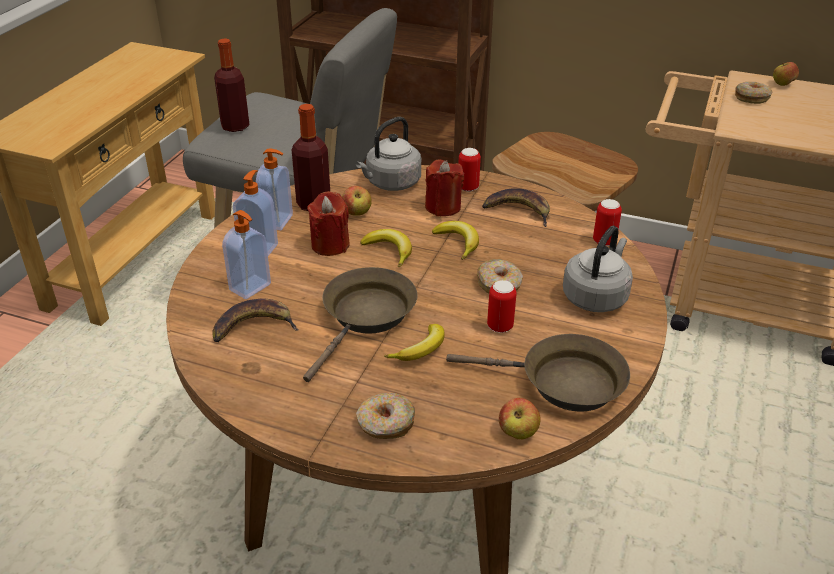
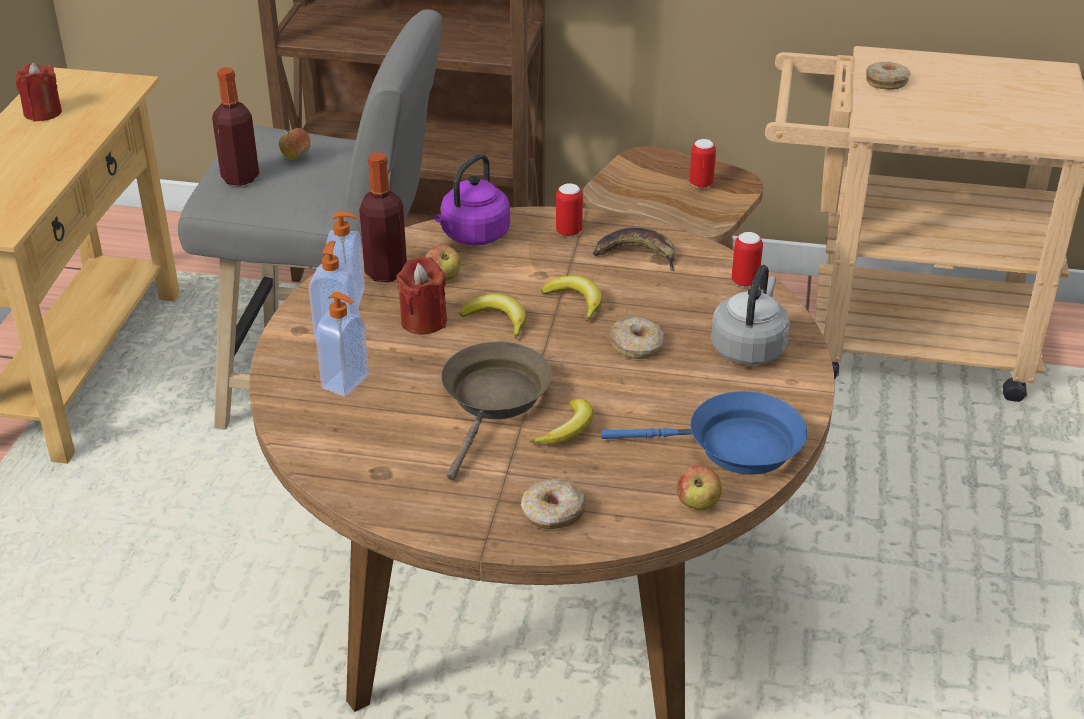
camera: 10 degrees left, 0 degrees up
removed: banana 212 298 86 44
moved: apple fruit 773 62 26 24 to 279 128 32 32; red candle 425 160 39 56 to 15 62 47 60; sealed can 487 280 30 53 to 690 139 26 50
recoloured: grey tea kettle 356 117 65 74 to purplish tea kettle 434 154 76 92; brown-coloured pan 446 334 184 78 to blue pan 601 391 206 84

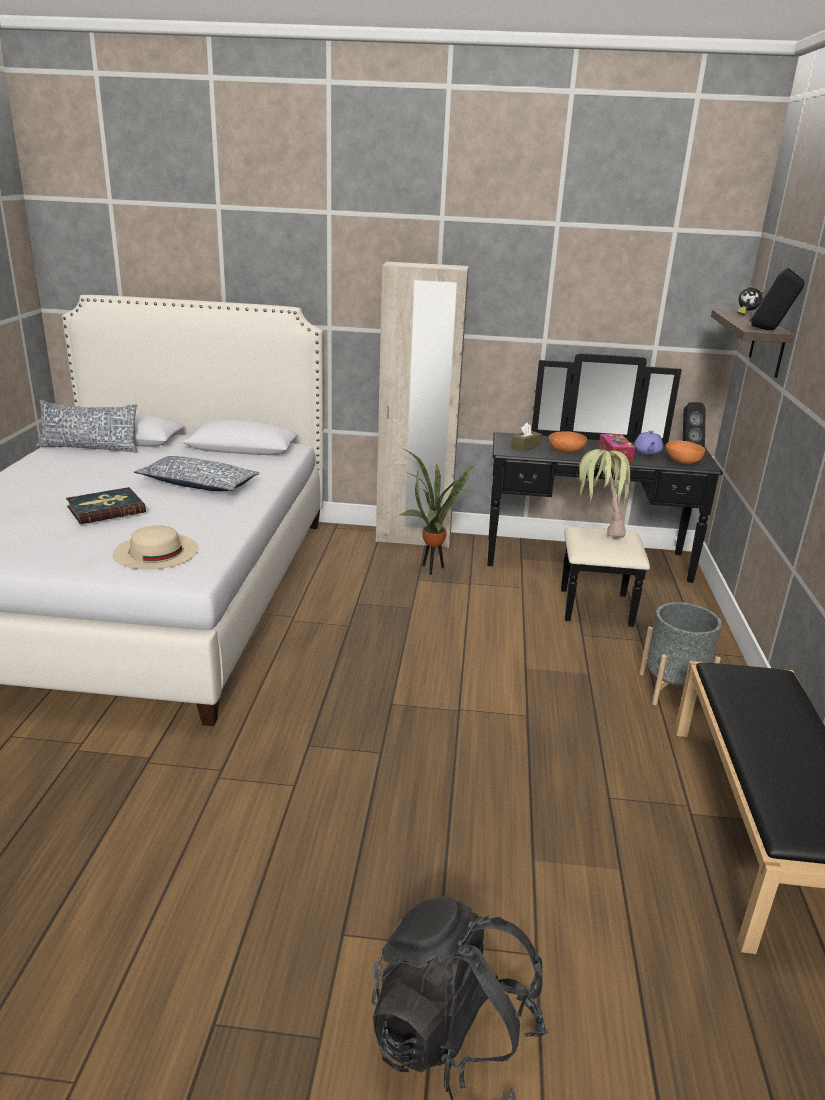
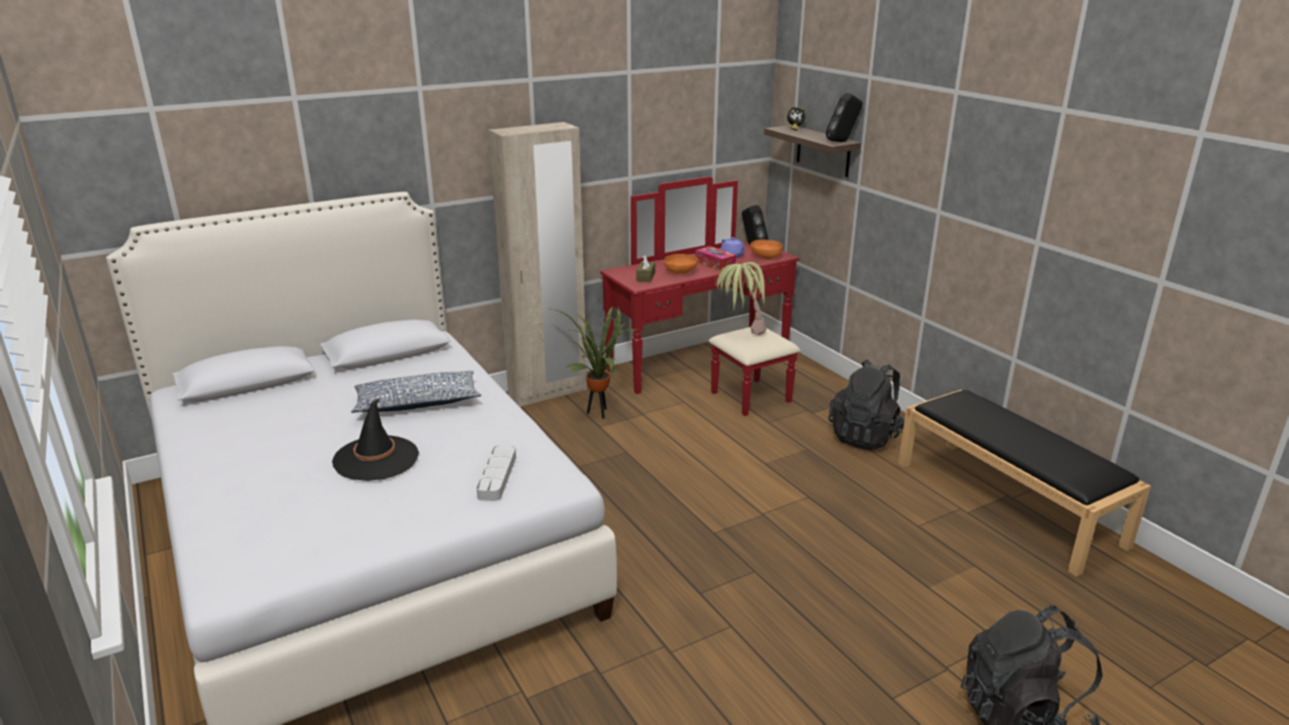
camera: 35 degrees left, 0 degrees up
removed: pillow 36 400 102 52
replaced: bound book 66 487 80 37 to black hat 332 398 87 83; sand-coloured hat 113 525 85 45 to grey serving tray 476 445 40 56; grey flower pot 639 602 83 103 to black rucksack 829 359 76 92
recoloured: black dresser 487 353 236 274 to red dresser 600 176 200 240

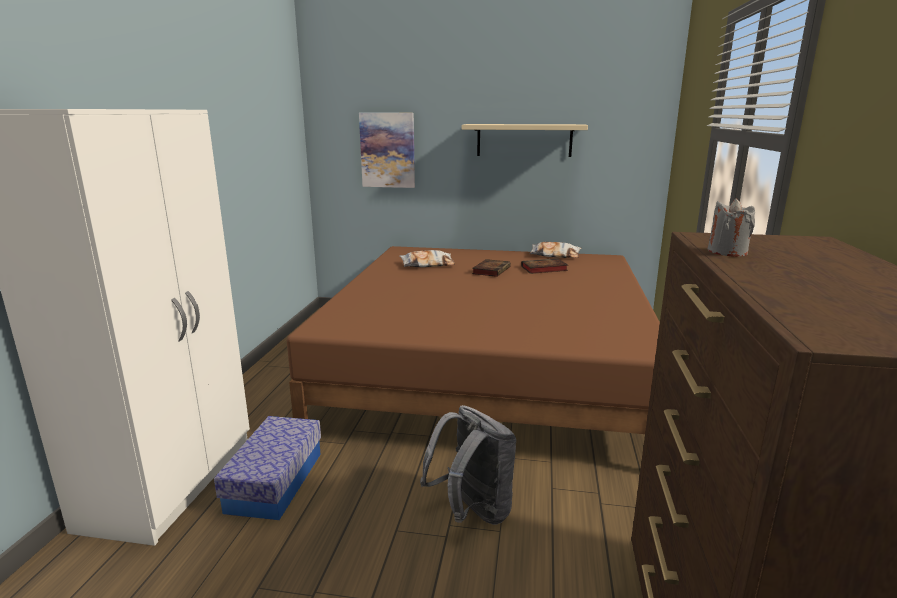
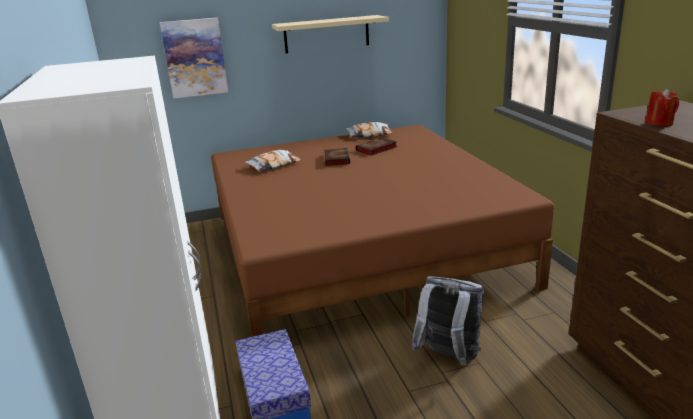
camera: 25 degrees left, 5 degrees up
recoloured: grey candle 707 198 48 59 to red candle 646 88 33 39

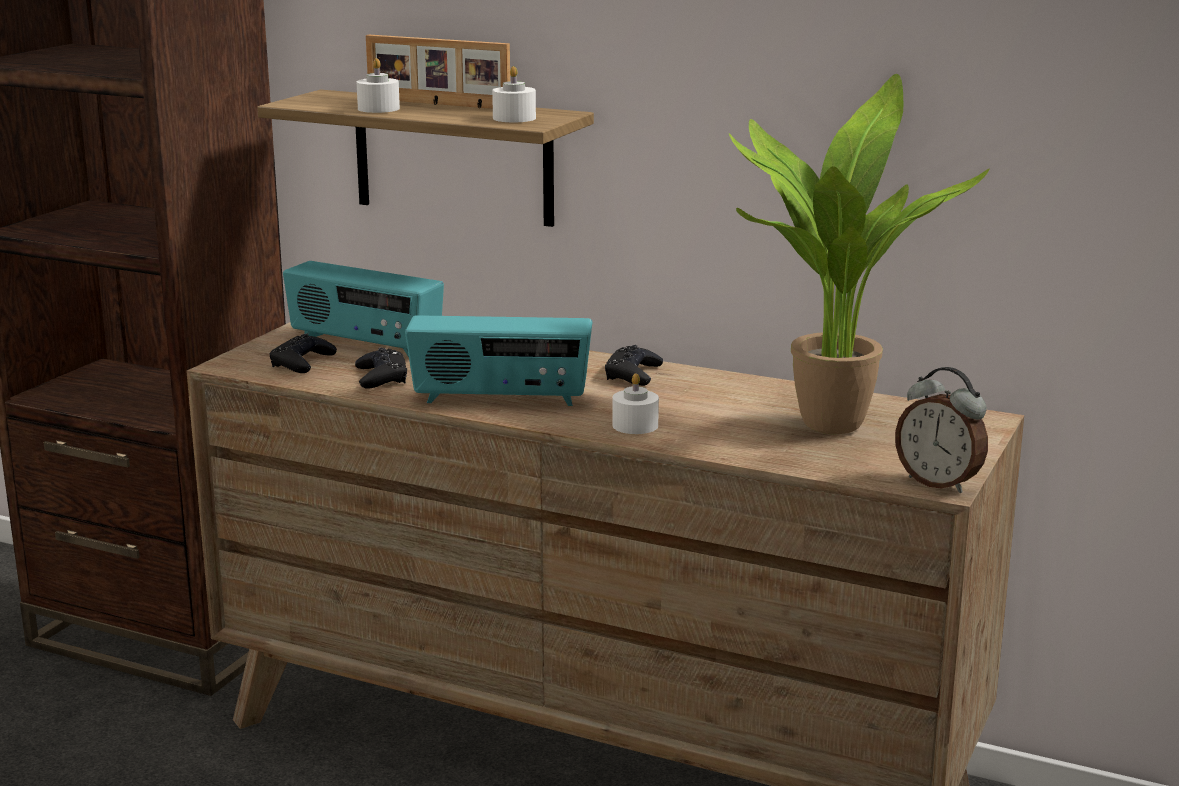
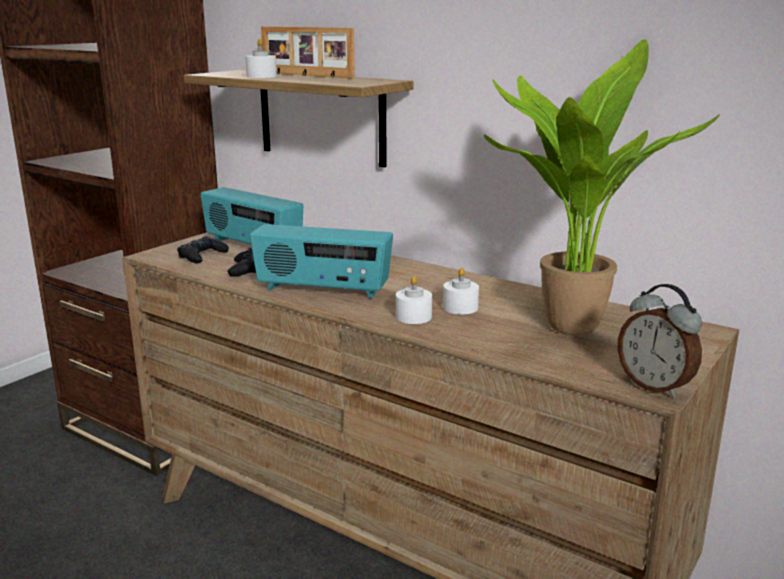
camera: 10 degrees right, 0 degrees up
removed: black game controller 605 345 58 41
moved: white-coloured candle 492 66 44 56 to 443 268 36 46

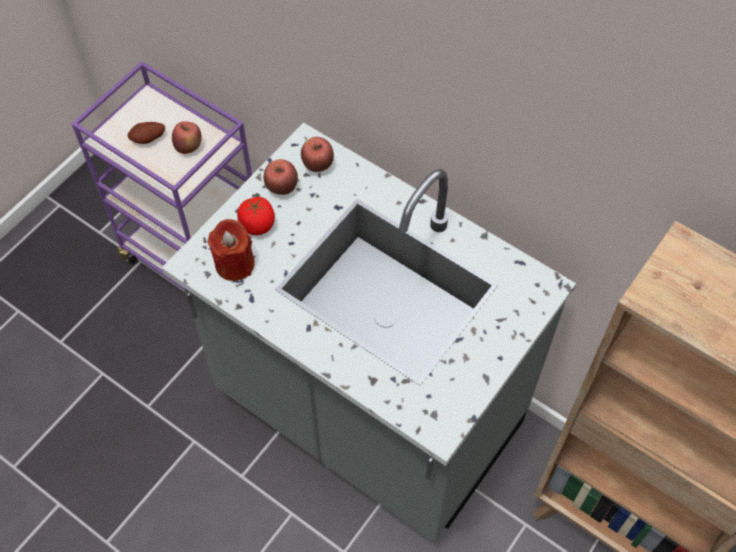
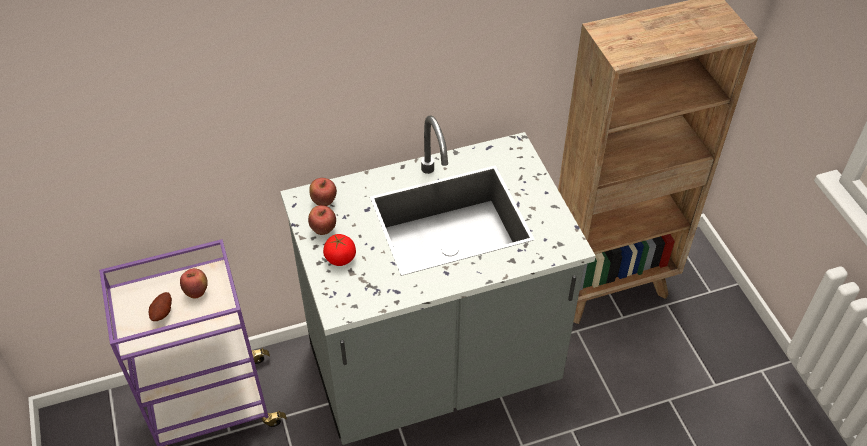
camera: 55 degrees left, 10 degrees down
removed: red candle 208 219 47 62

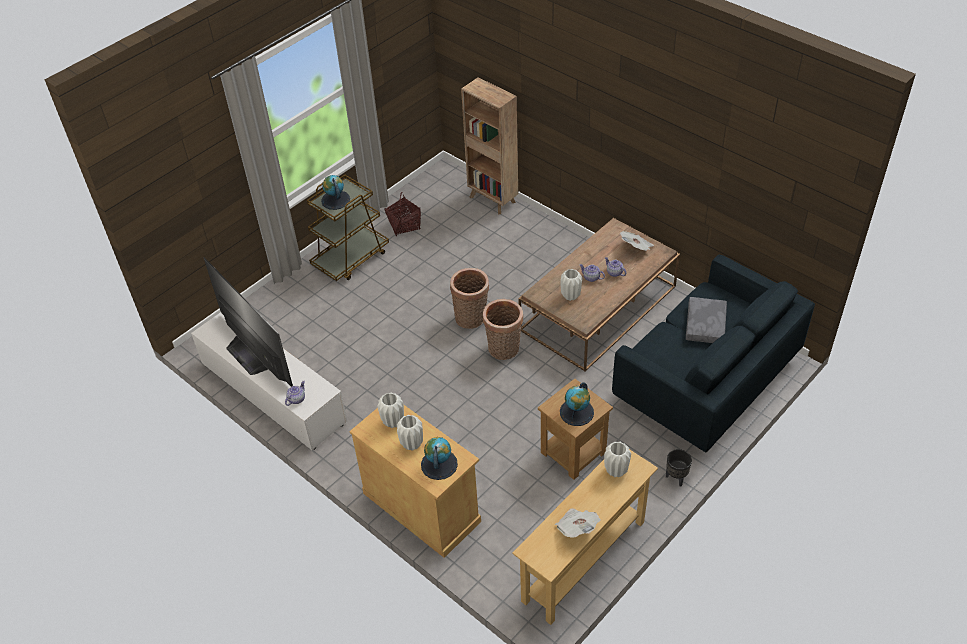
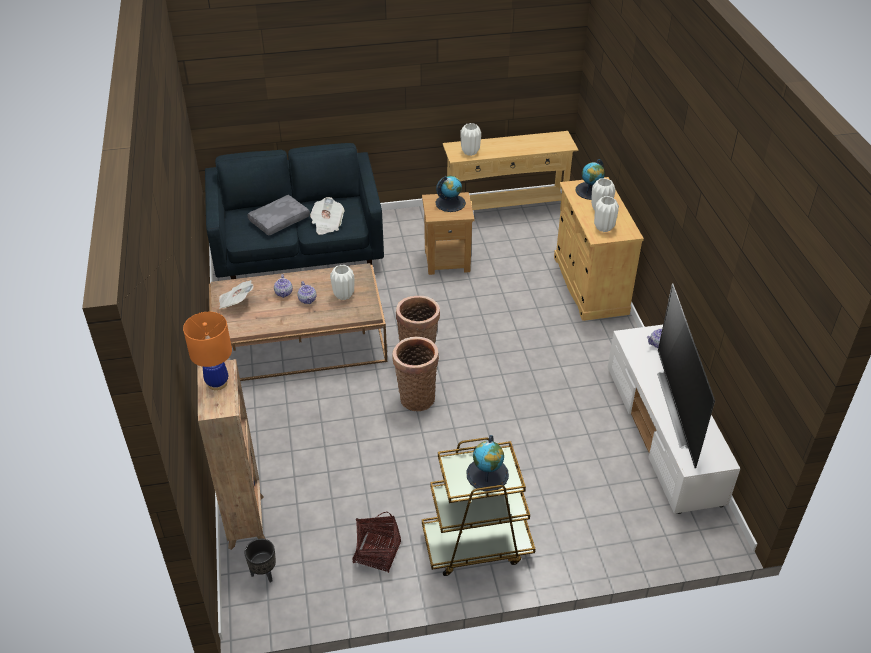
camera: 145 degrees left, 5 degrees down
added: orange tabletop lamp 183 312 49 78
moved: black flower pot 666 449 26 37 to 245 538 31 44; printed paper 555 508 46 30 to 310 197 34 38

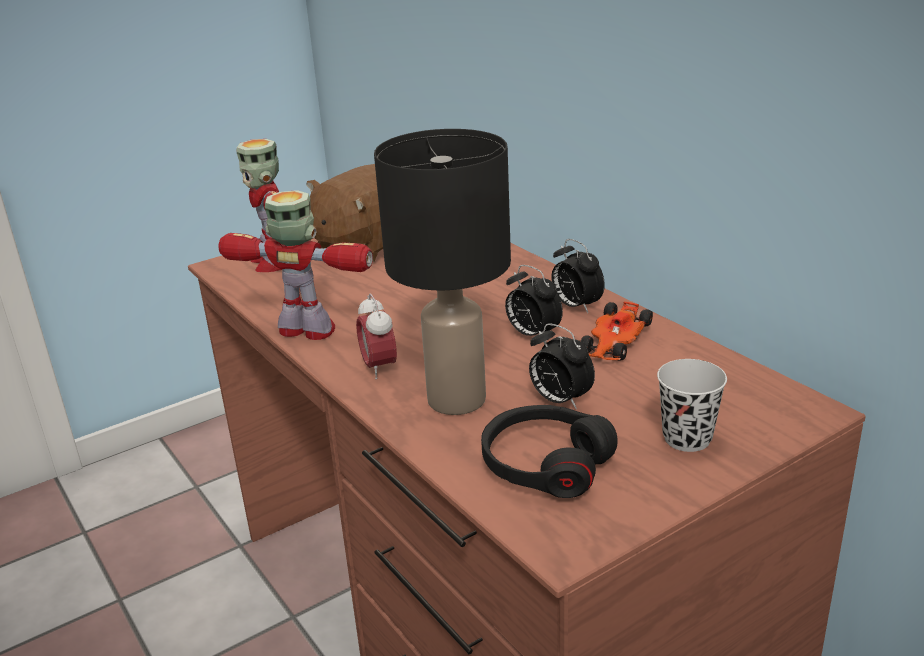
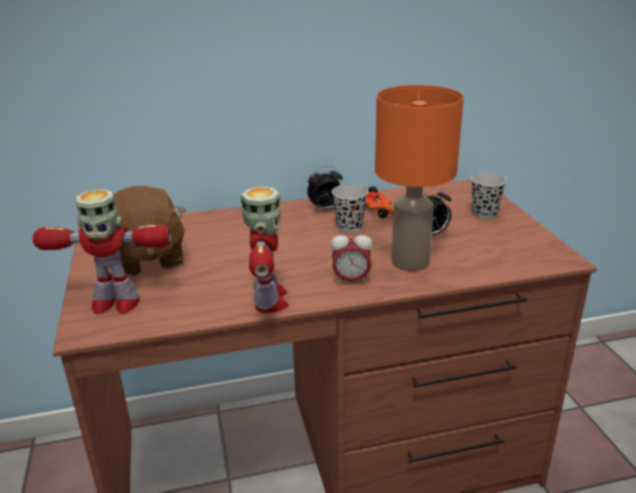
camera: 70 degrees left, 0 degrees up
removed: black pair of headphones 481 405 136 93
replaced: alarm clock 505 265 58 77 to black small cup 332 184 36 49
recoloured: black tabletop lamp 374 129 137 286 to orange tabletop lamp 375 85 89 186
turned: toy robot 218 190 155 150 = 241 187 48 126 135 degrees clockwise

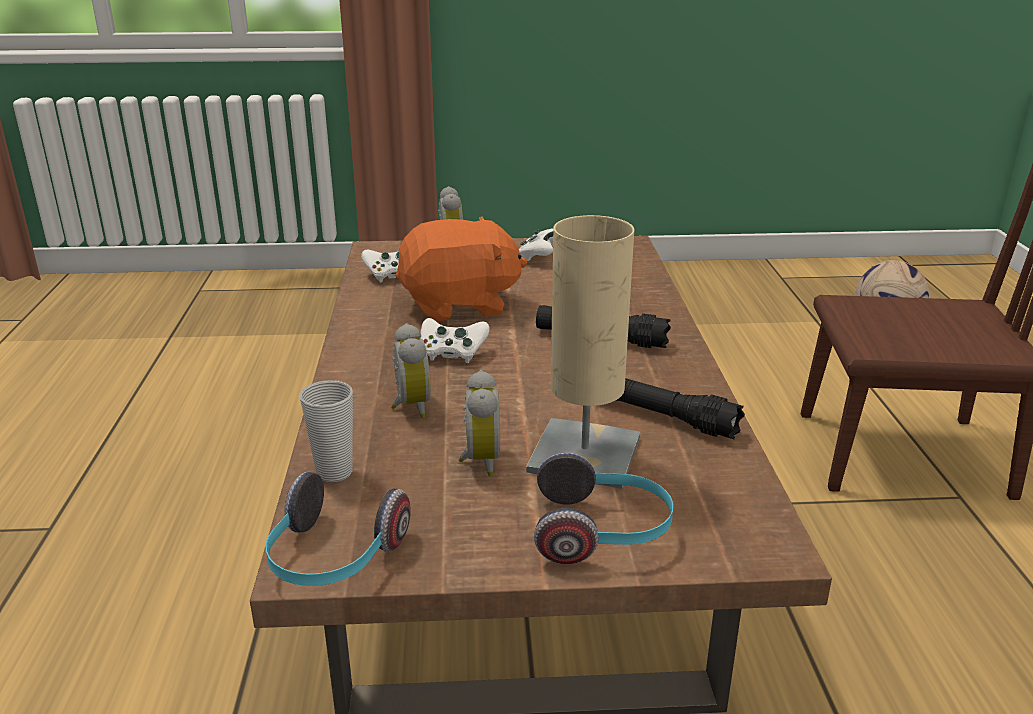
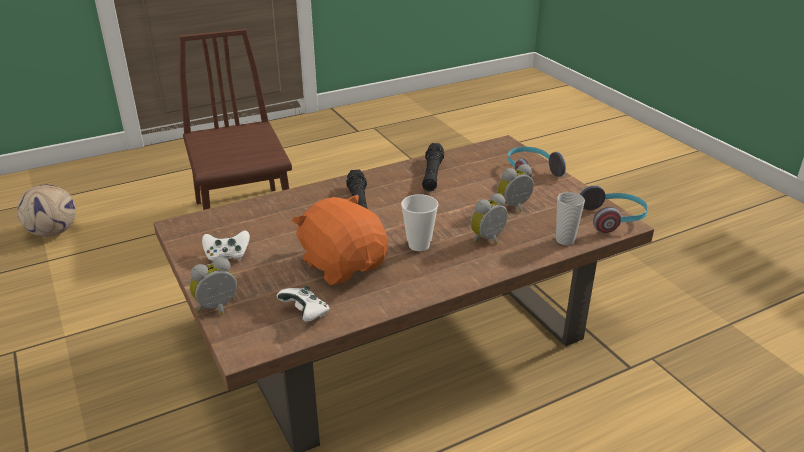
camera: 115 degrees left, 5 degrees up
removed: sand-coloured tabletop lamp 526 215 114 274
replaced: white-coloured game controller 421 318 69 45 to small cup 401 194 38 57

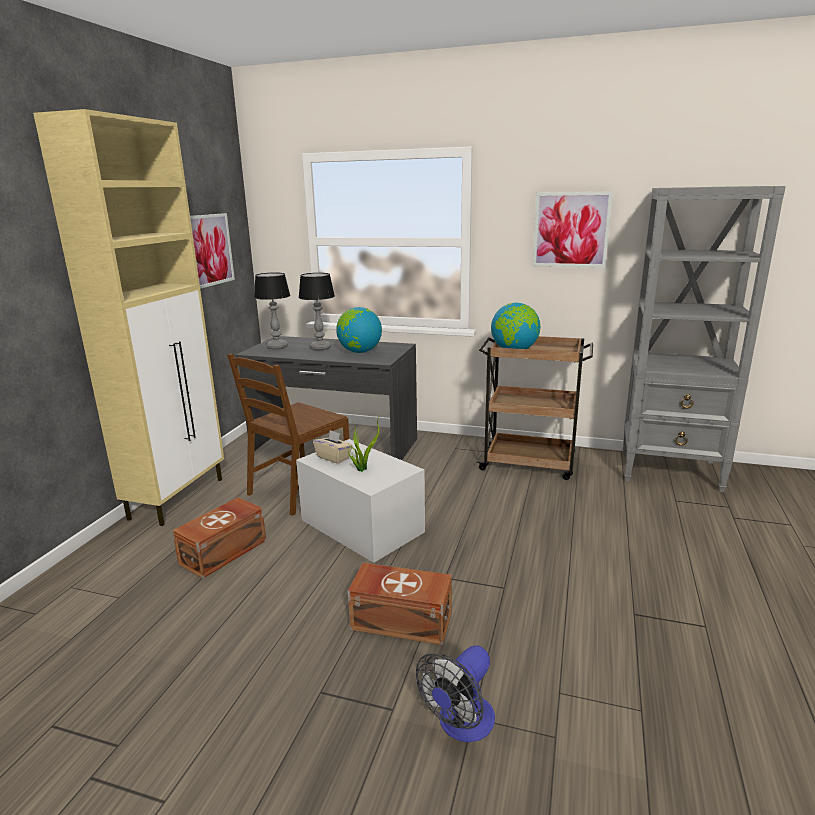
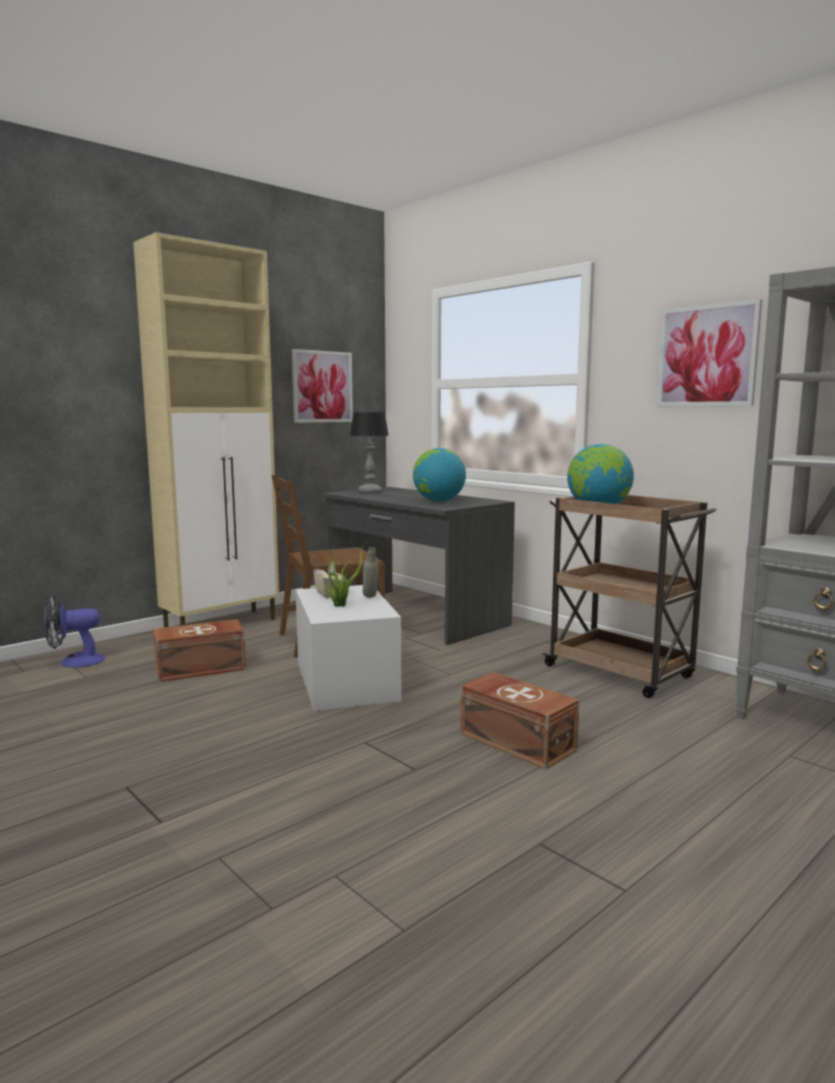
camera: 30 degrees right, 10 degrees down
removed: tabletop lamp 298 273 37 77
added: grey drink bottle 363 547 16 51
moved: brown-coloured storage box 348 563 104 82 to 460 672 119 98; electric fan 416 645 79 97 to 44 595 61 73

